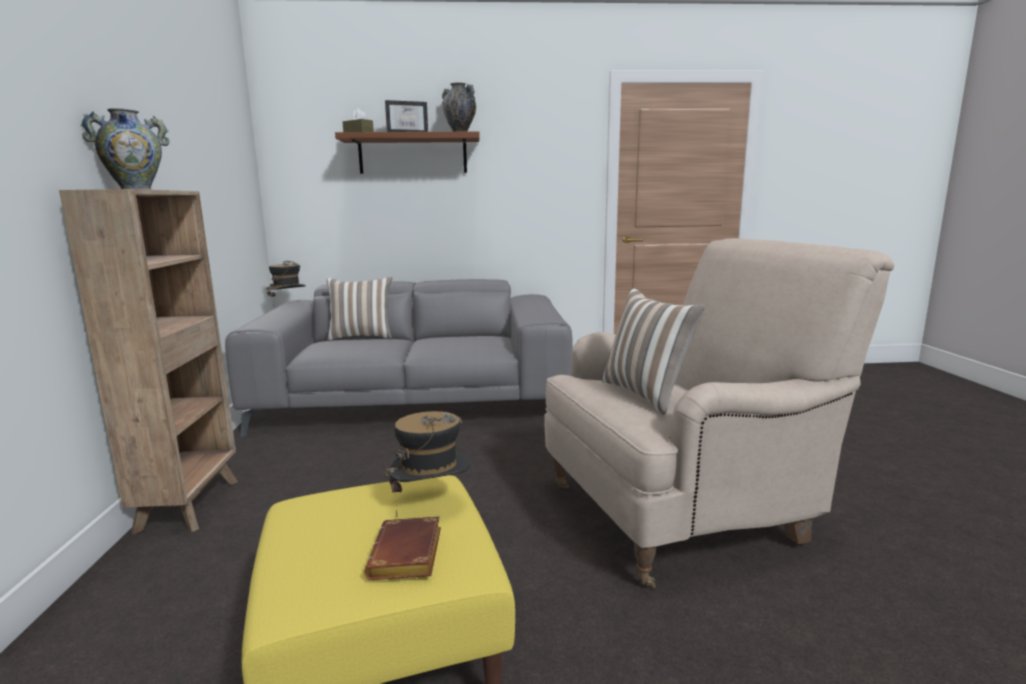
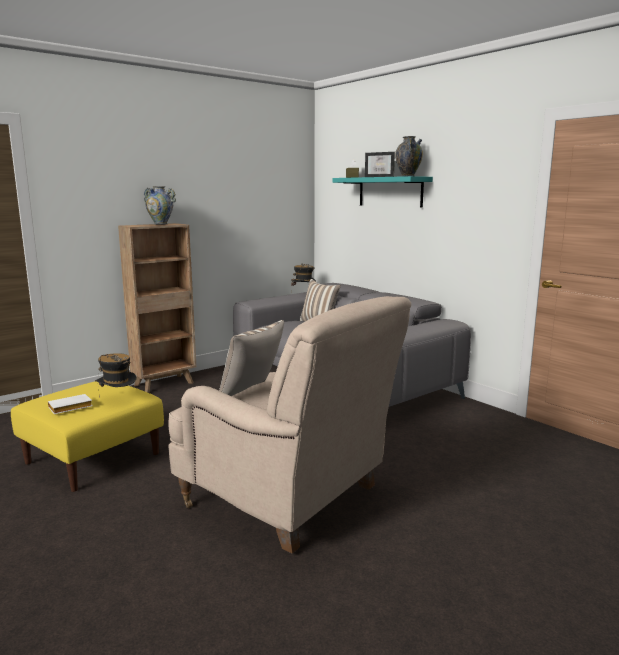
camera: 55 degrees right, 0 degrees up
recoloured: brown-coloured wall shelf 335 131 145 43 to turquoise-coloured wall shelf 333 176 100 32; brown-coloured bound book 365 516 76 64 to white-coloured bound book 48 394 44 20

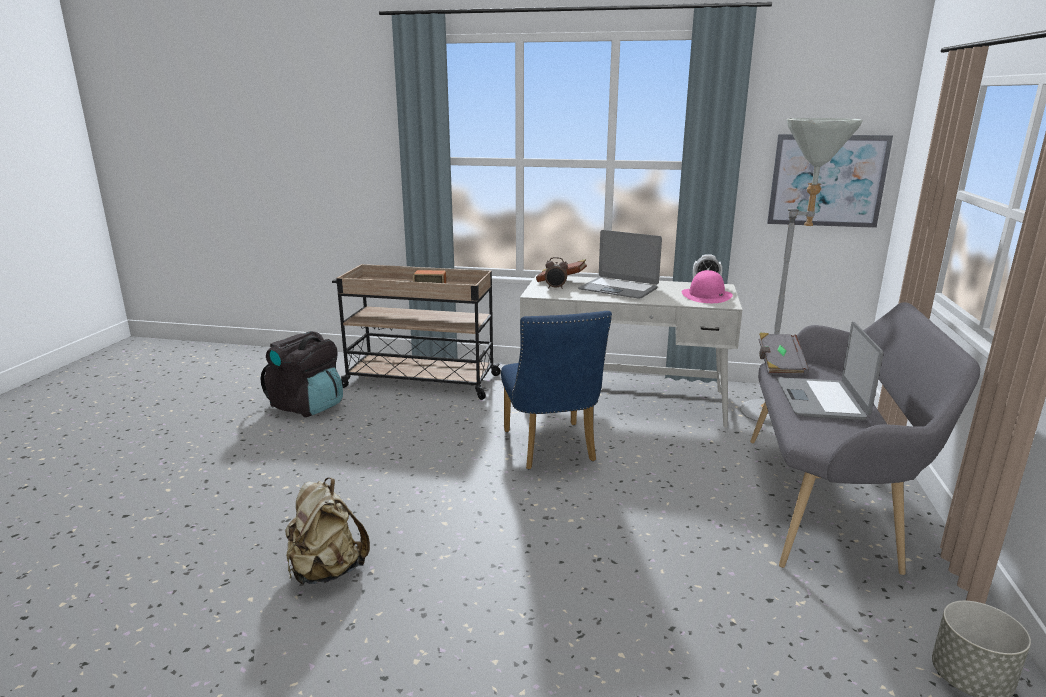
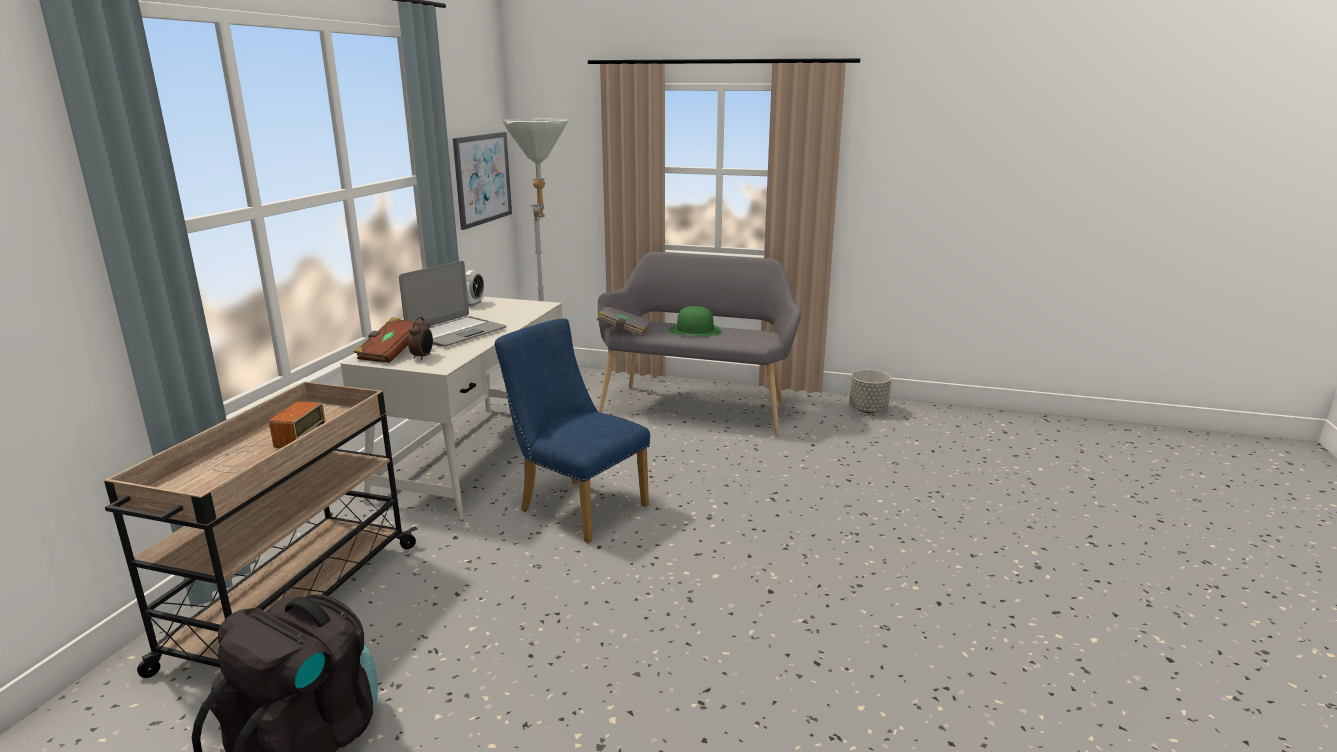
camera: 85 degrees left, 0 degrees up
removed: pinkish hat 682 270 51 33; sand-coloured rucksack 285 478 85 107
replaced: portable computer 777 322 106 98 to greenish hat 669 306 53 30
turned: blue chair 501 311 111 158 = 494 318 156 225 135 degrees counterclockwise

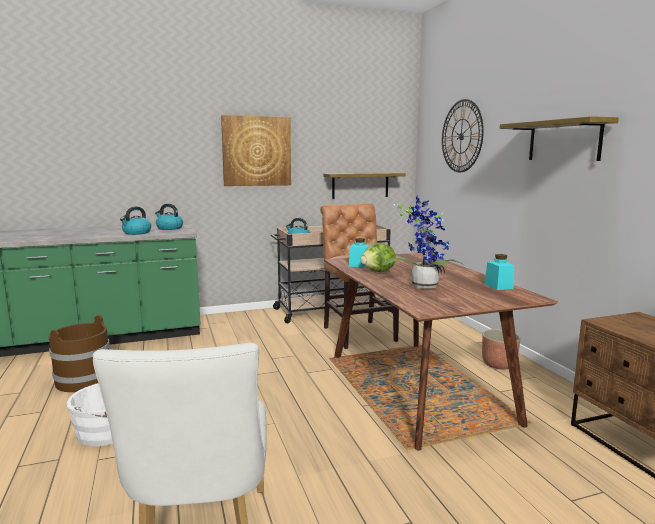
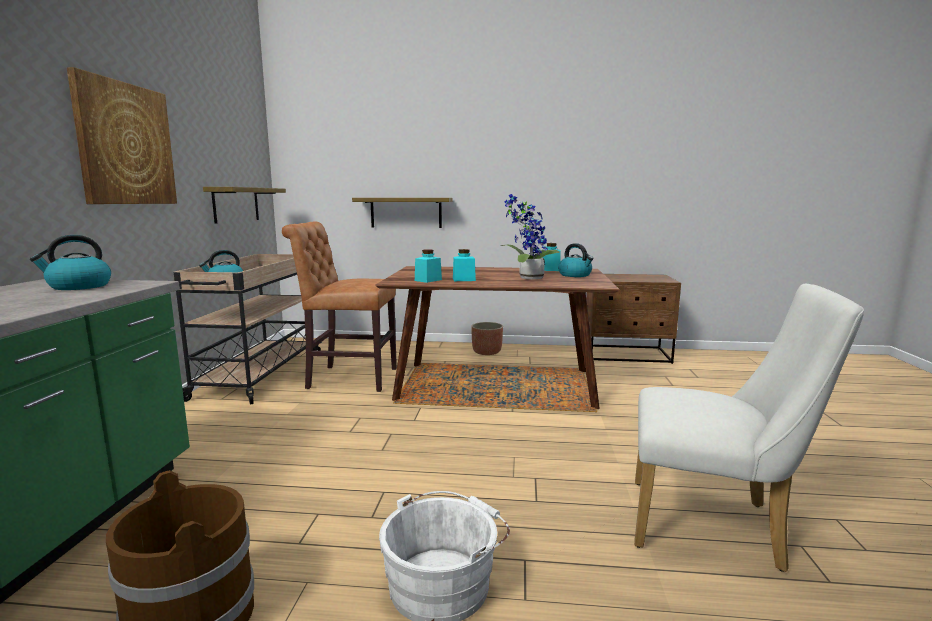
camera: 65 degrees left, 0 degrees up
removed: clock on the wall 442 99 42 73
moved: wall shelf 499 116 120 45 to 352 198 101 30; tea kettle 120 207 31 28 to 558 243 35 34
replaced: lettuce head 360 243 36 29 to turquoise-coloured jar 453 249 23 32

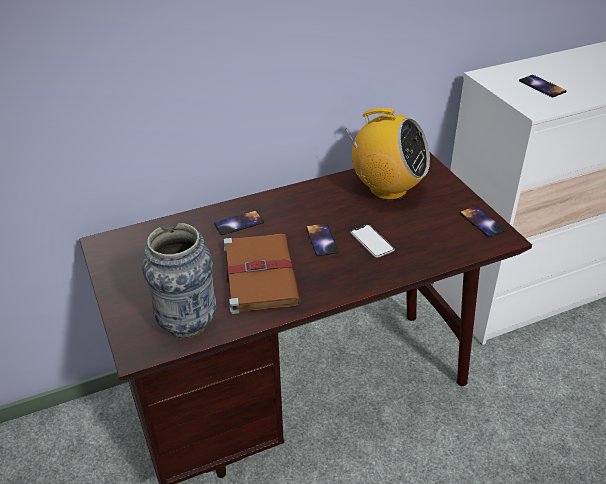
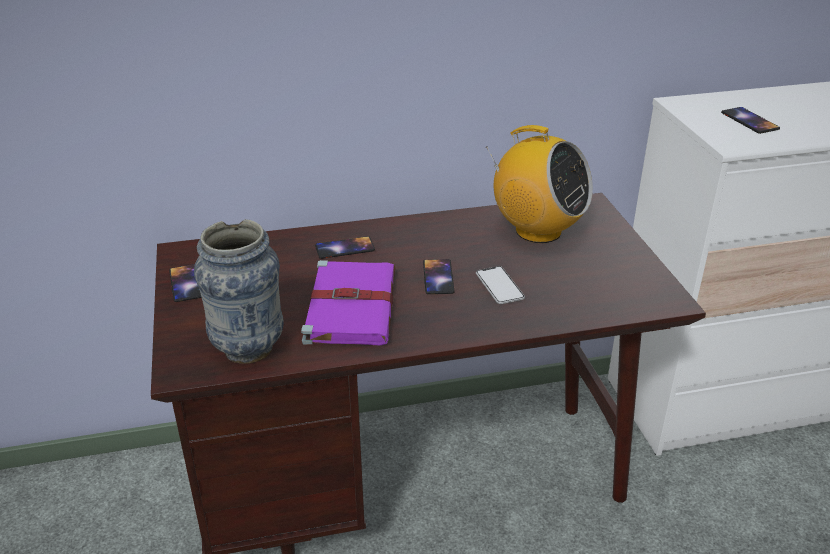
camera: 10 degrees right, 5 degrees down
moved: telephone 459 206 47 31 to 169 264 33 38
recoloured: brown-coloured bound book 224 234 77 80 to purplish bound book 301 260 95 86

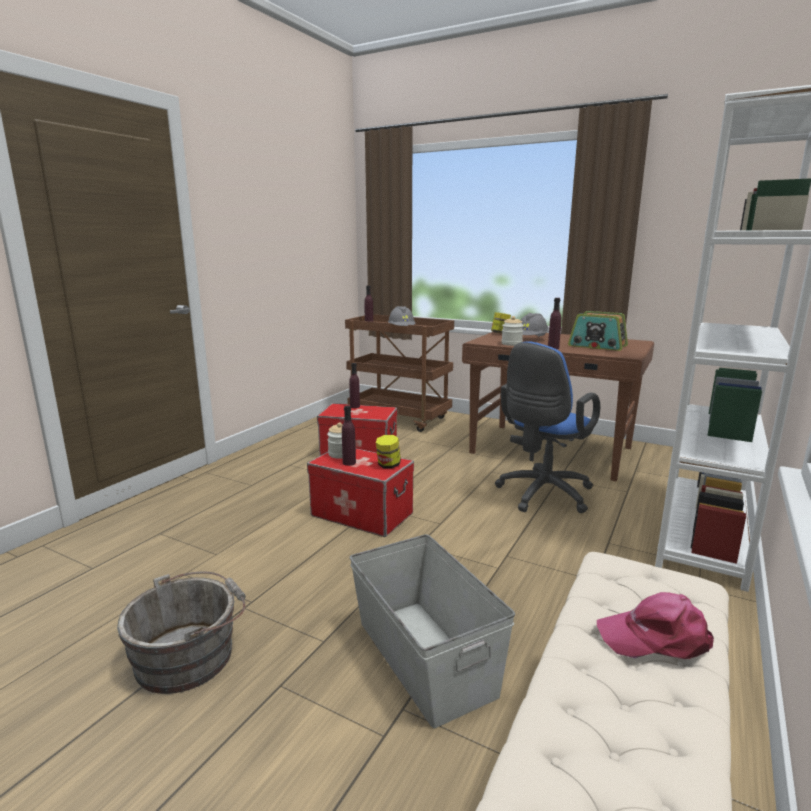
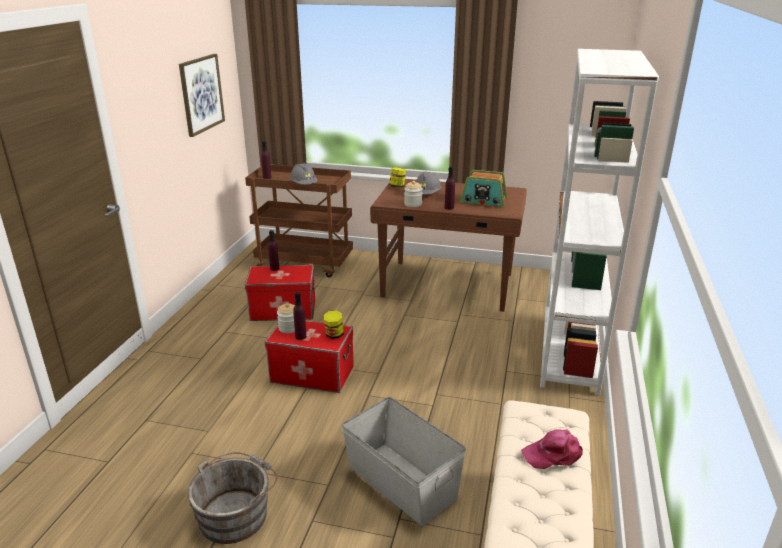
camera: 15 degrees left, 10 degrees up
removed: blue desk chair 495 341 105 172
added: wall picture 179 54 46 83

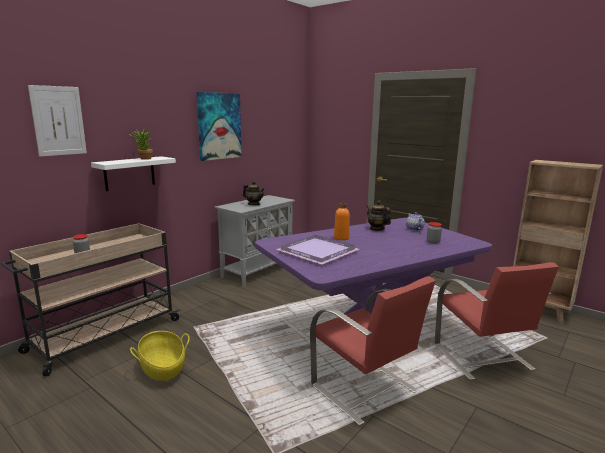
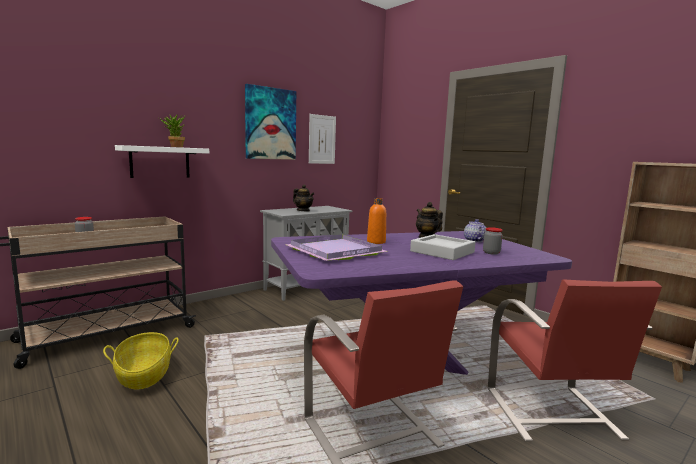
camera: 10 degrees right, 5 degrees down
added: grey serving tray 410 234 65 26
moved: wall picture 28 85 59 72 to 309 114 27 50

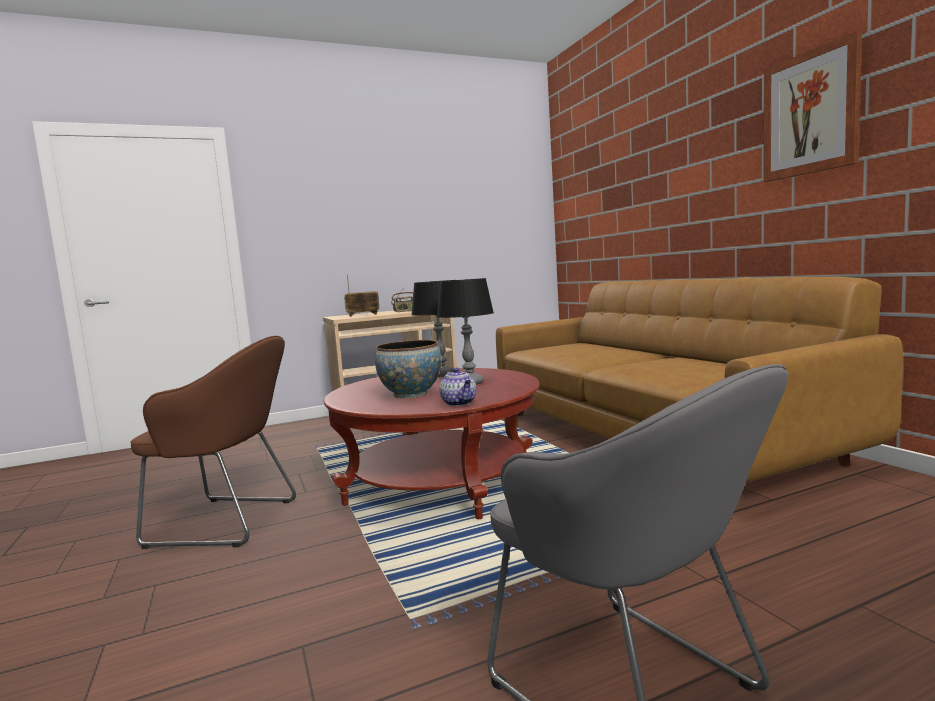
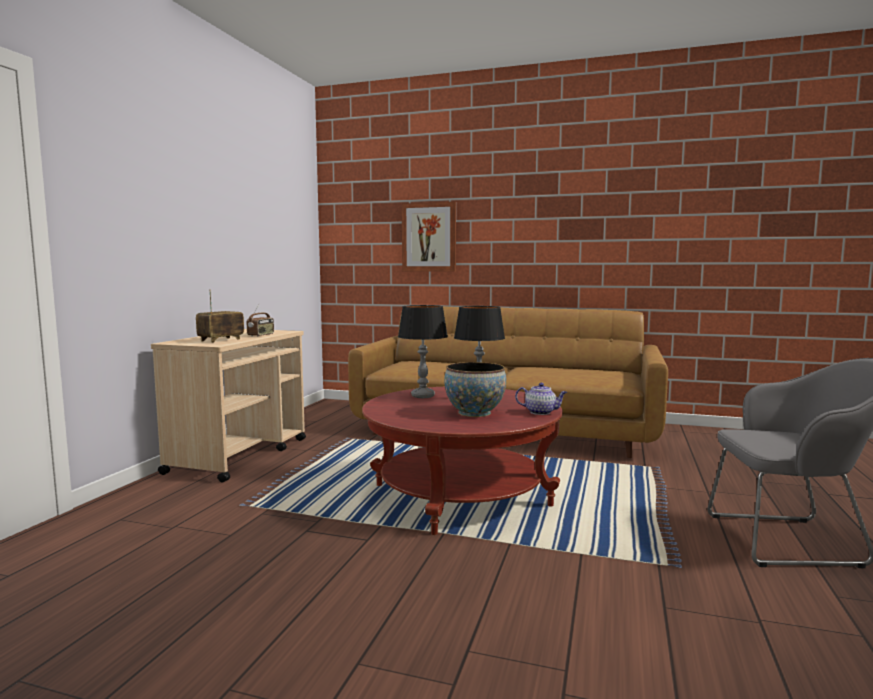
camera: 50 degrees left, 0 degrees up
removed: brown-coloured easy chair 131 336 165 213
moved: wall picture 764 31 98 151 to 402 202 54 70

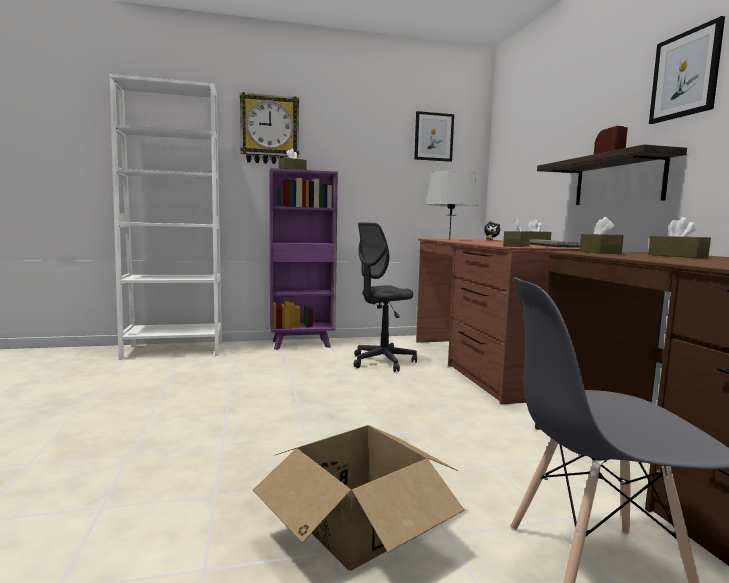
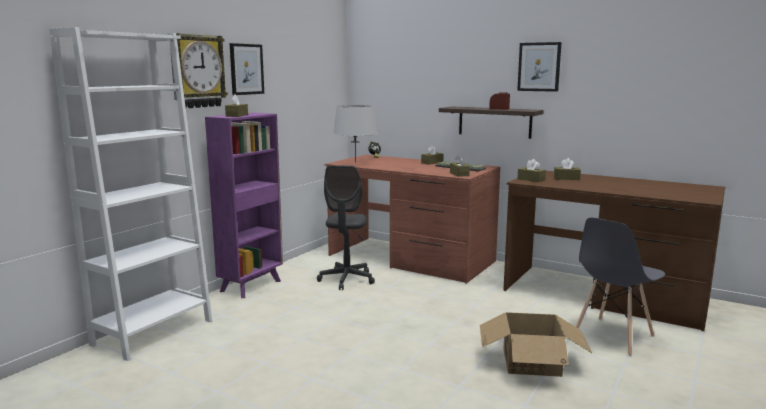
camera: 45 degrees left, 5 degrees up
moved: wall picture 414 111 40 51 to 230 43 34 52

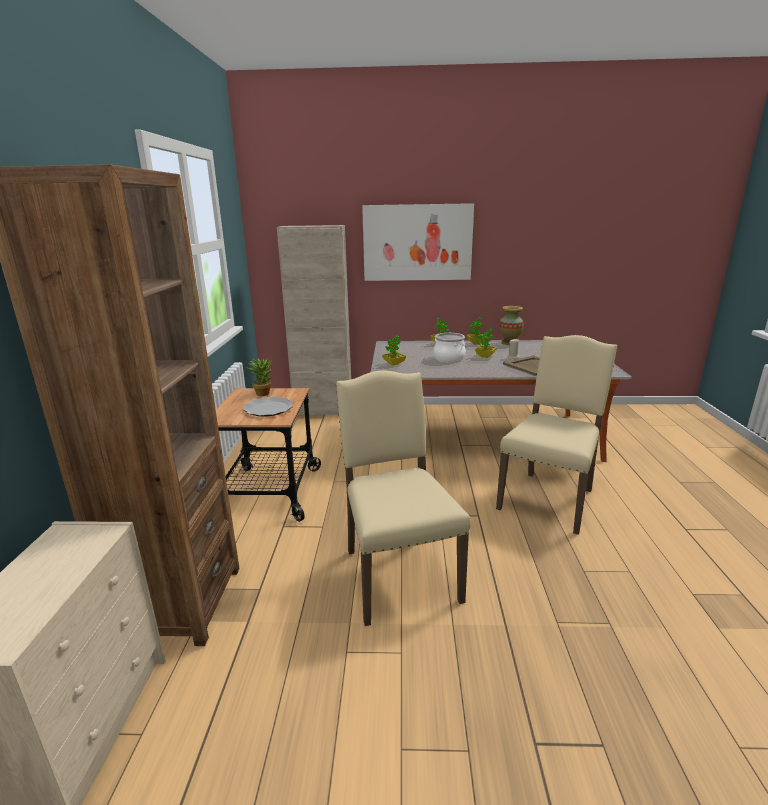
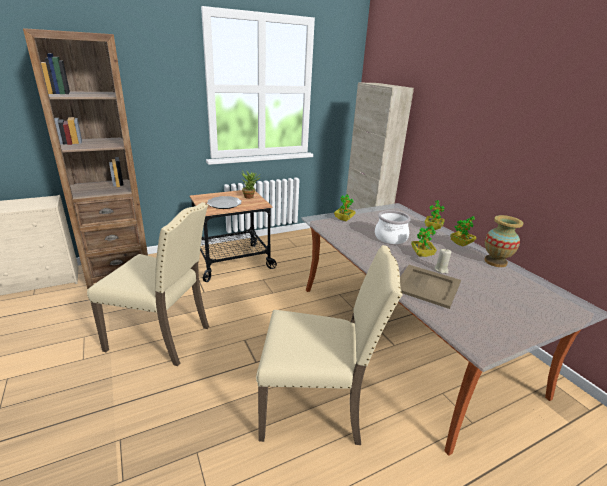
camera: 60 degrees right, 5 degrees up
removed: wall picture 362 203 112 78
turned: sand-coloured chair 336 370 135 256 = 87 202 122 164 60 degrees clockwise

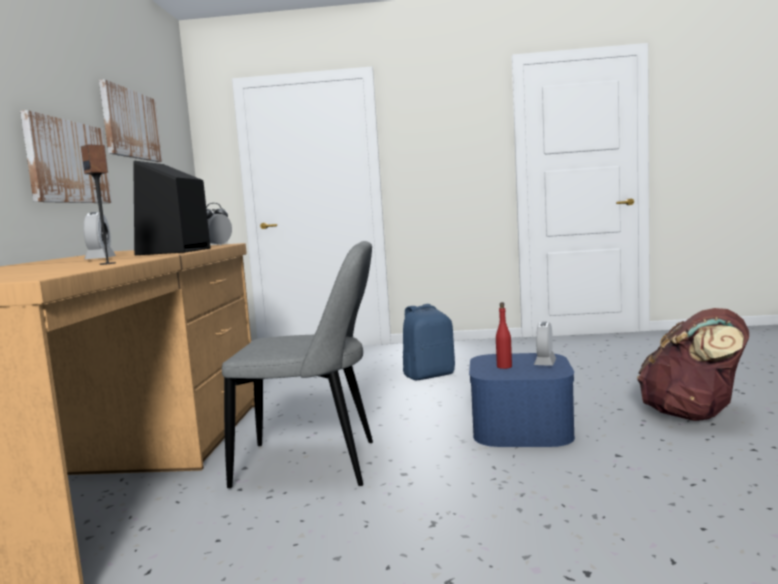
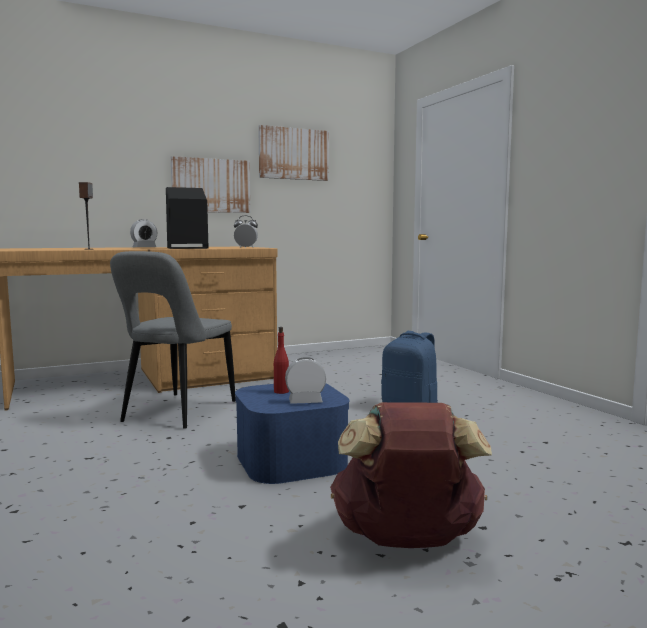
camera: 60 degrees right, 0 degrees up
turned: grey chair 222 241 151 247 = 110 251 126 178 45 degrees clockwise

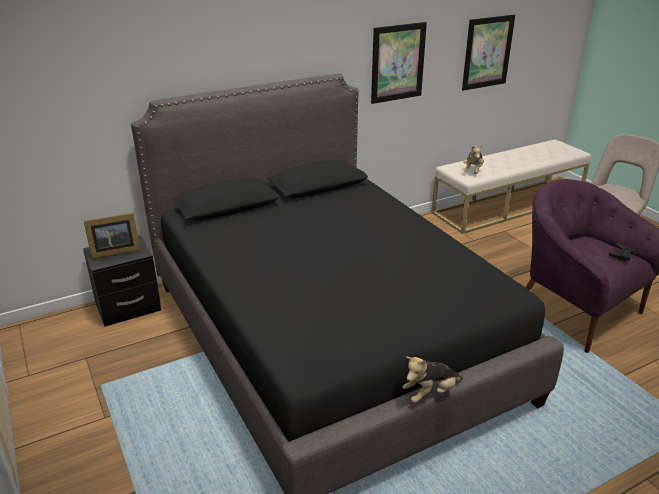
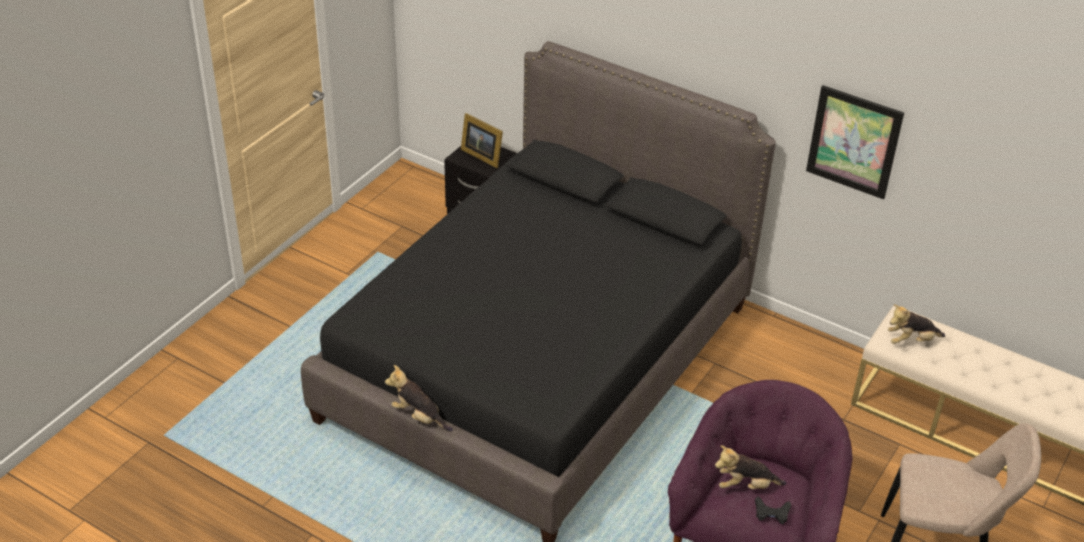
camera: 60 degrees right, 10 degrees up
removed: wall picture 462 15 53 76
added: cuddly toy 715 445 71 44

